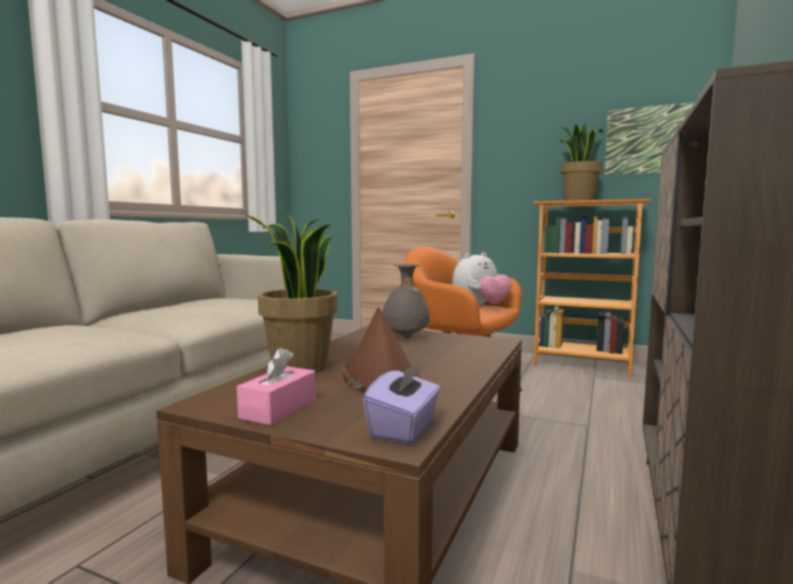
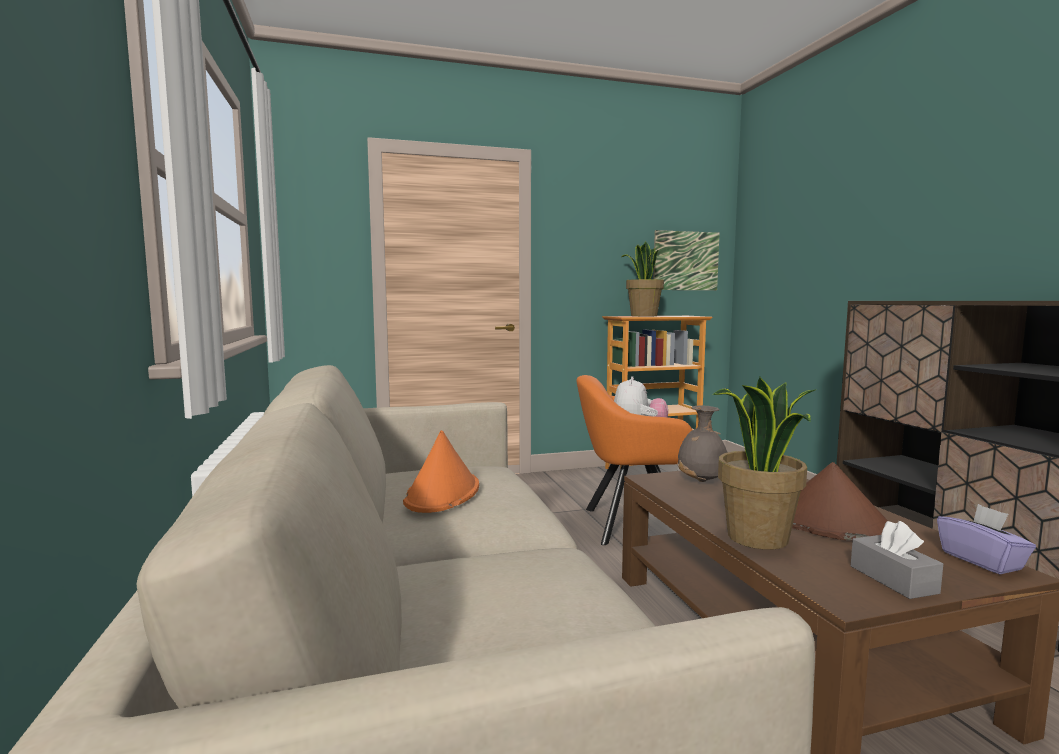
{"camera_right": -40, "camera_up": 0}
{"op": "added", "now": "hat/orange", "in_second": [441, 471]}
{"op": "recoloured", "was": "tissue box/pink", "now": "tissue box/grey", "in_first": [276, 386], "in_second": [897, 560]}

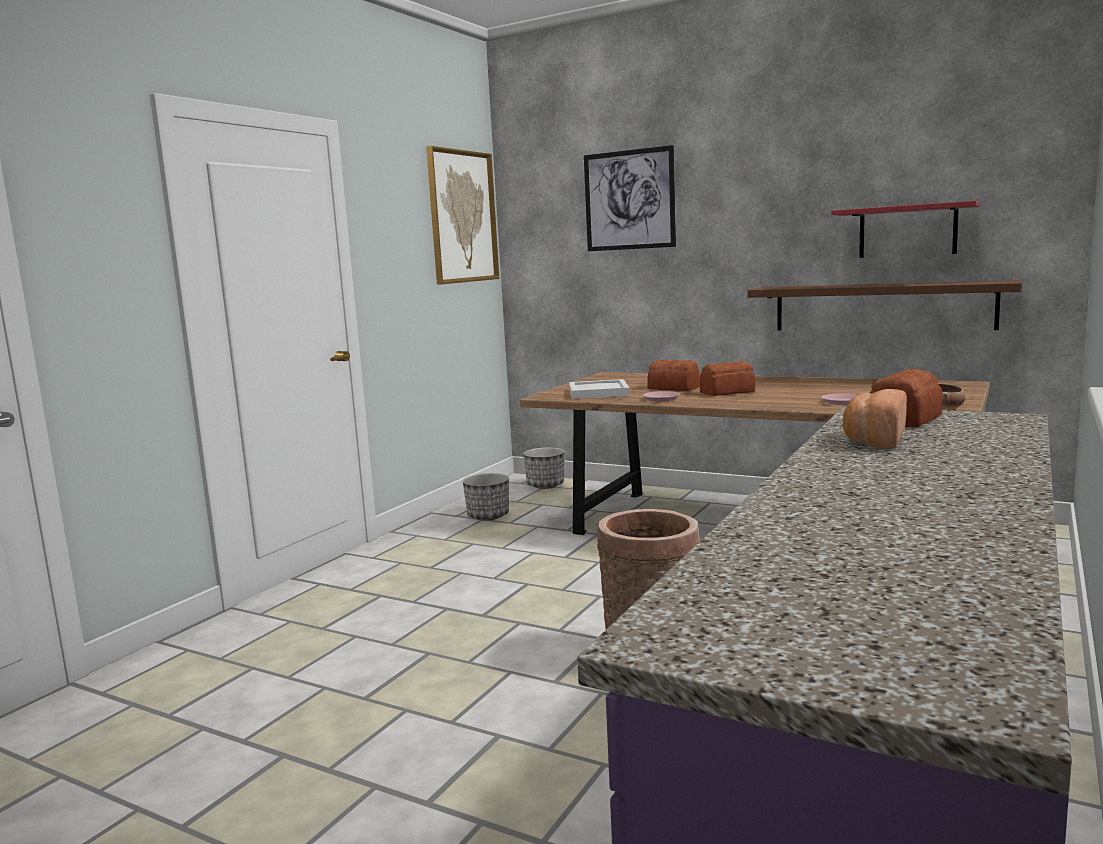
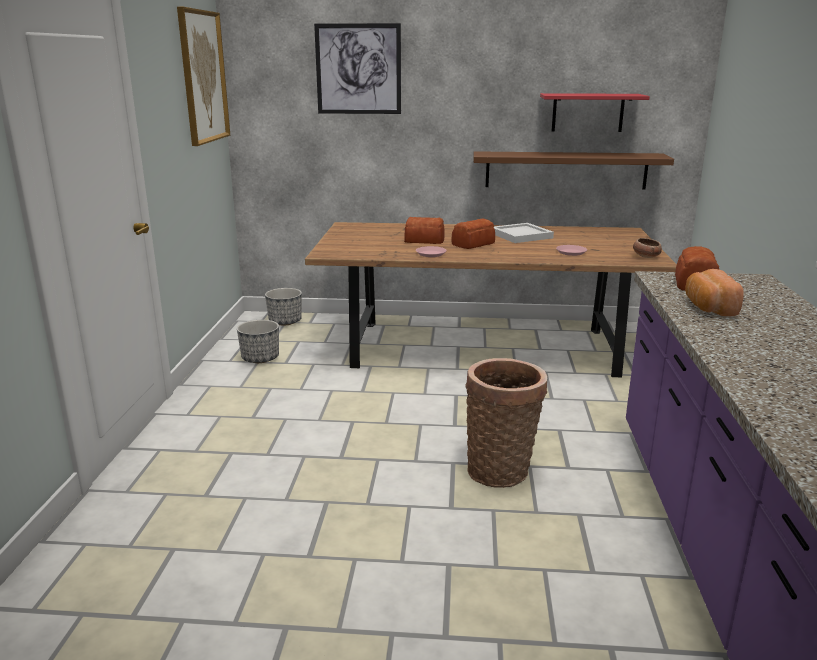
{"camera_right": -25, "camera_up": 10}
{"op": "moved", "was": "tray/white", "in_first": [599, 389], "in_second": [524, 233]}

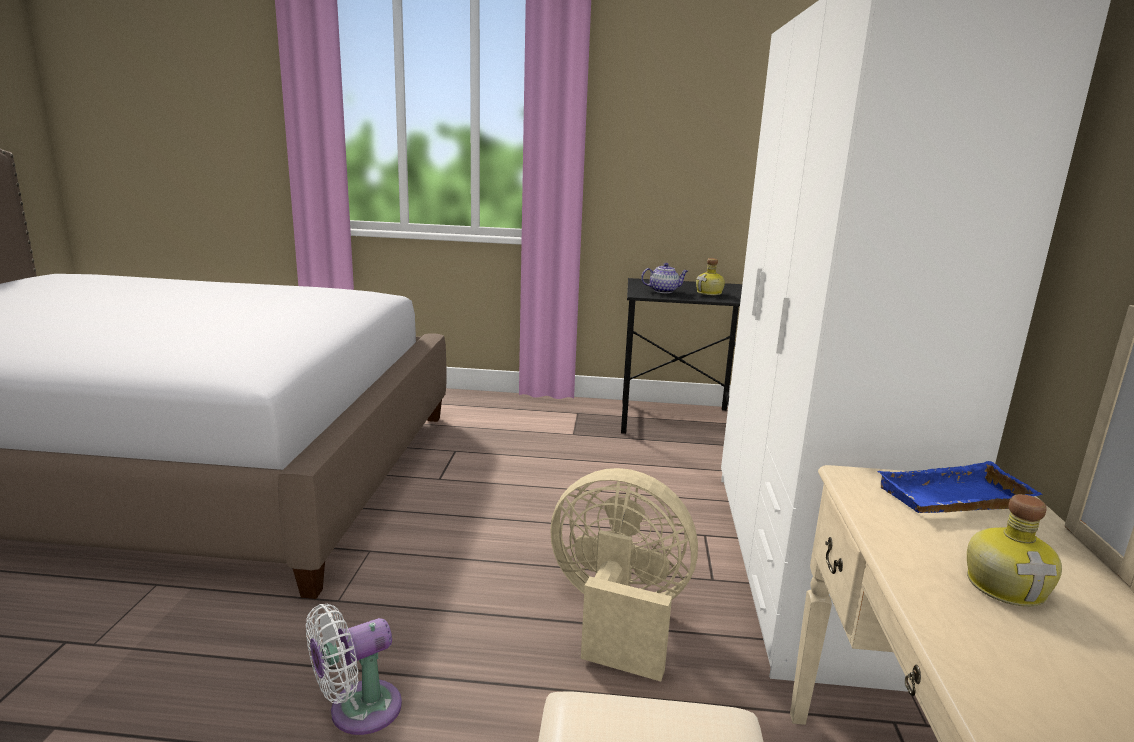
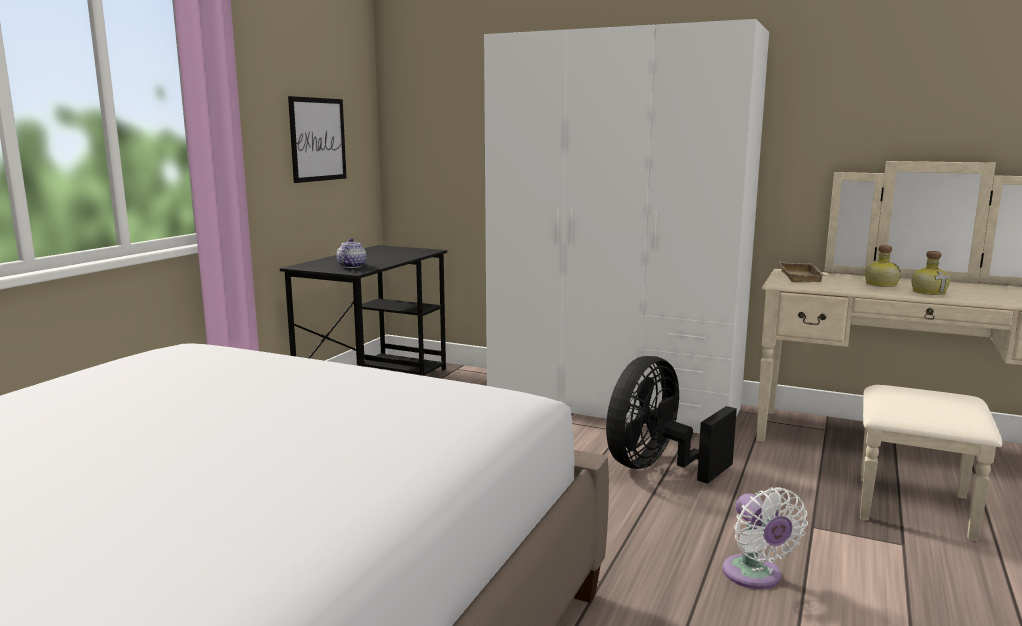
{"camera_right": -70, "camera_up": -5}
{"op": "added", "now": "picture", "in_second": [317, 139]}
{"op": "moved", "was": "bottle", "in_first": [710, 276], "in_second": [930, 273]}
{"op": "recoloured", "was": "fan/beige", "now": "fan/black", "in_first": [624, 574], "in_second": [671, 420]}
{"op": "recoloured", "was": "tray/blue", "now": "tray/beige", "in_first": [960, 487], "in_second": [803, 272]}

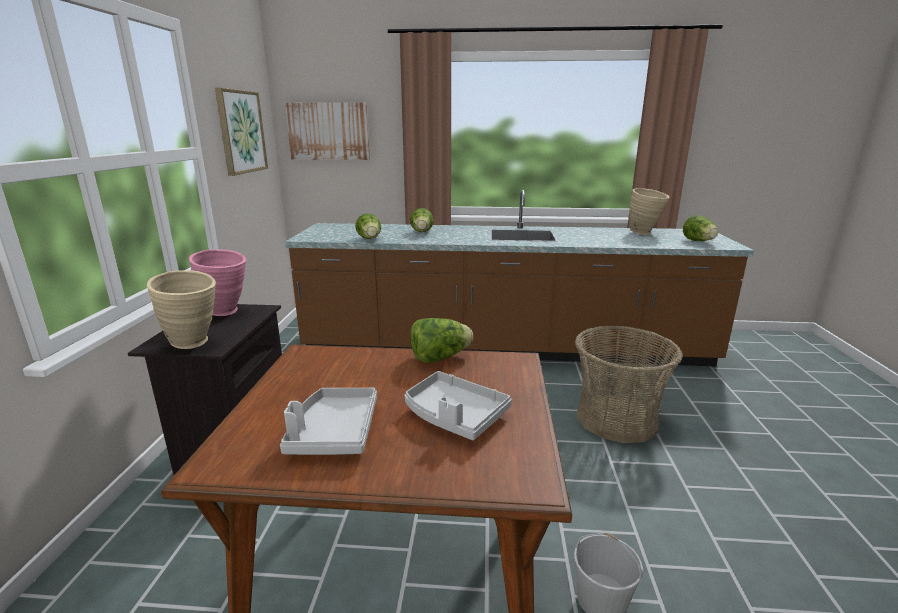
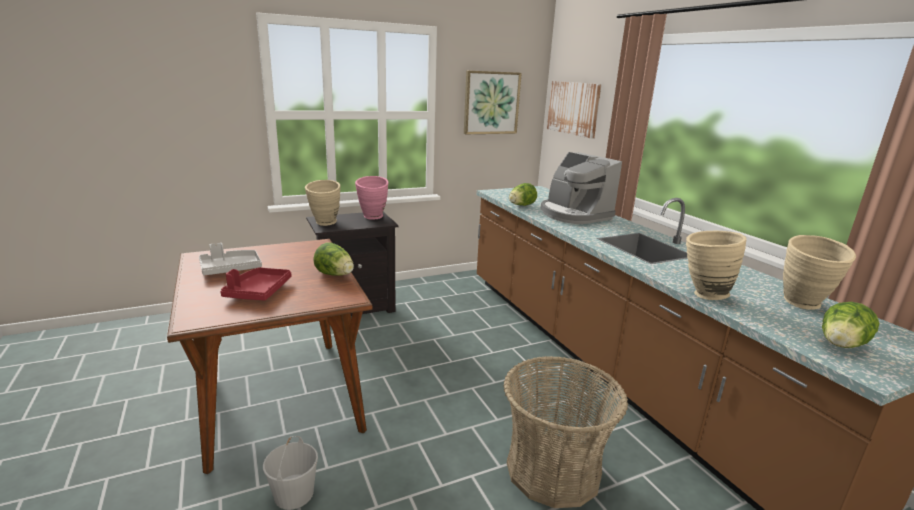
{"camera_right": 60, "camera_up": 0}
{"op": "added", "now": "vase/beige", "in_second": [716, 265]}
{"op": "replaced", "was": "lettuce", "now": "coffee machine", "in_first": [421, 220], "in_second": [581, 188]}
{"op": "recoloured", "was": "tray/grey", "now": "tray/red", "in_first": [458, 405], "in_second": [255, 284]}

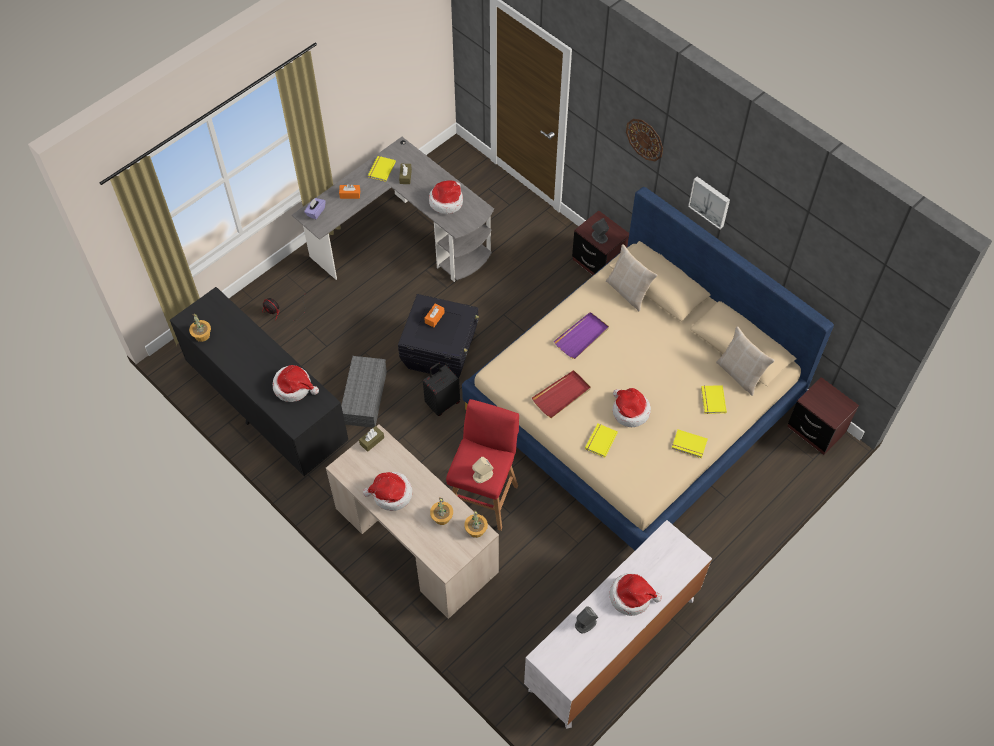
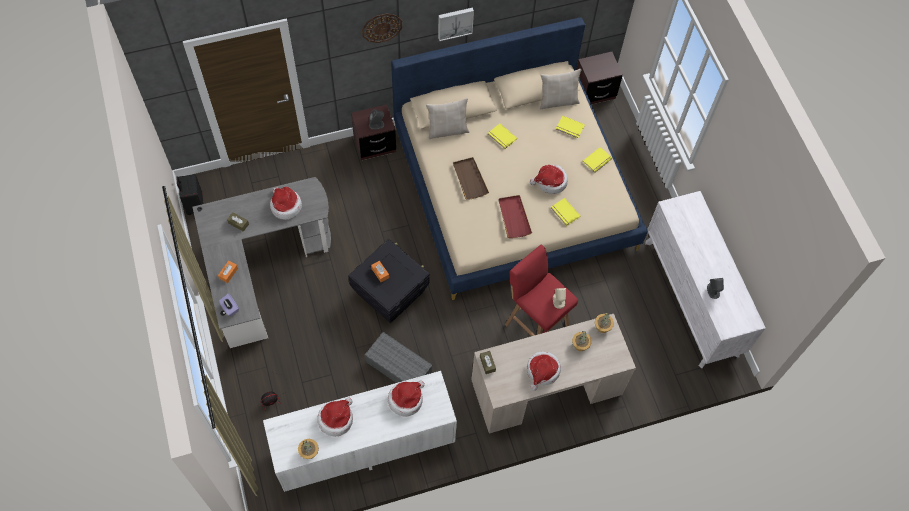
{"camera_right": -65, "camera_up": 5}
{"op": "moved", "was": "book/yellow", "in_first": [382, 169], "in_second": [502, 136]}
{"op": "moved", "was": "suitcase/black", "in_first": [441, 389], "in_second": [190, 194]}
{"op": "moved", "was": "hat", "in_first": [636, 594], "in_second": [335, 417]}
{"op": "recoloured", "was": "dresser/black", "now": "dresser/white", "in_first": [259, 381], "in_second": [360, 431]}
{"op": "recoloured", "was": "tray/purple", "now": "tray/brown", "in_first": [581, 335], "in_second": [471, 178]}

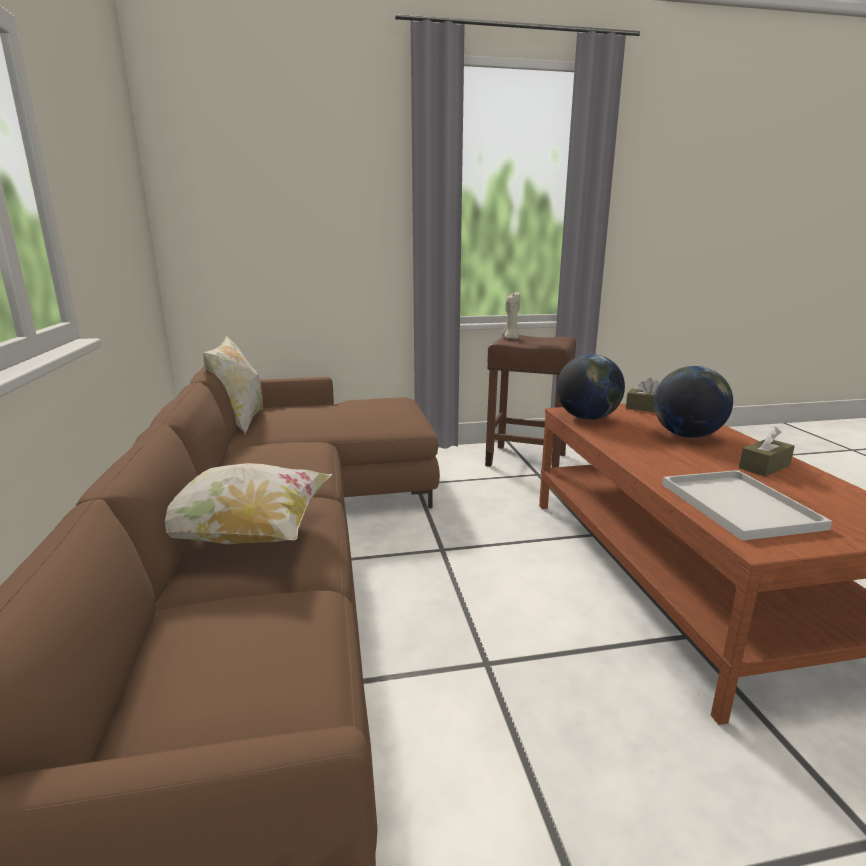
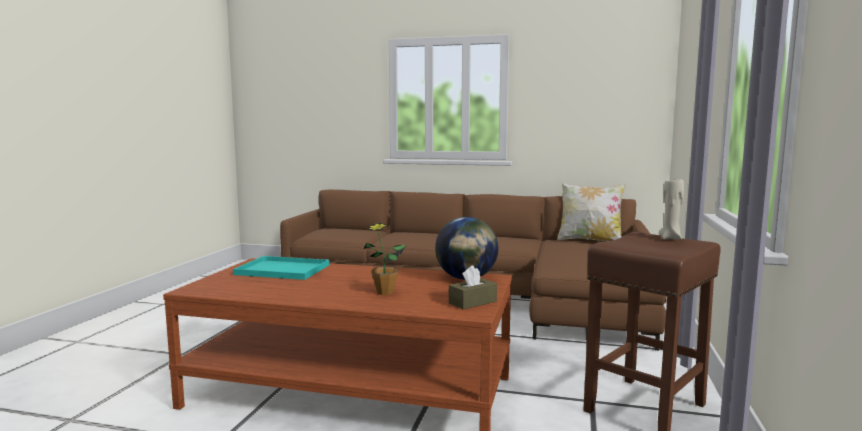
{"camera_right": 115, "camera_up": -10}
{"op": "removed", "was": "pillow", "in_first": [248, 504]}
{"op": "removed", "was": "tissue box/brown", "in_first": [767, 452]}
{"op": "replaced", "was": "globe", "now": "potted plant", "in_first": [693, 402], "in_second": [385, 259]}
{"op": "recoloured", "was": "tray/white", "now": "tray/turquoise", "in_first": [747, 505], "in_second": [281, 268]}

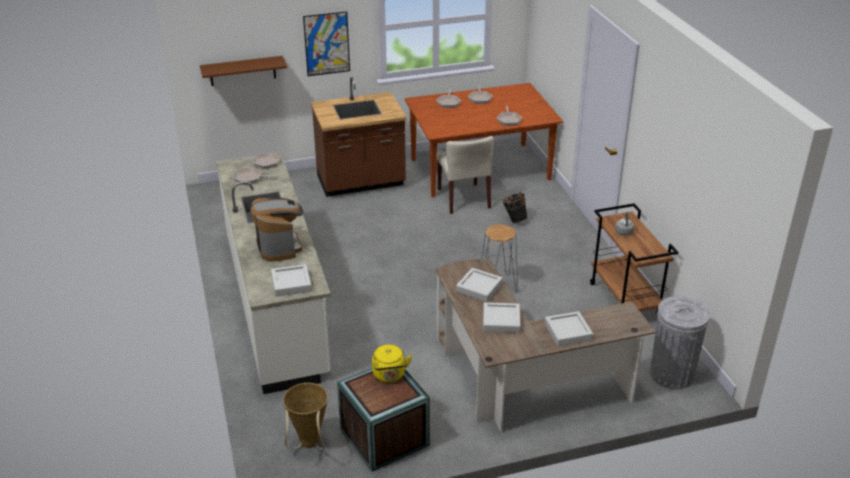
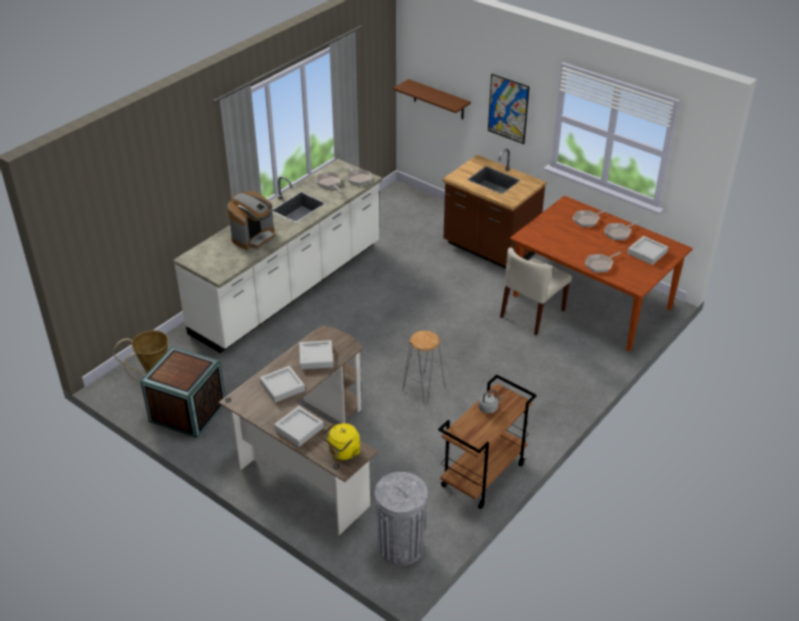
{"camera_right": 55, "camera_up": 5}
{"op": "removed", "was": "bucket/black", "in_first": [515, 207]}
{"op": "moved", "was": "tray/grey", "in_first": [291, 280], "in_second": [647, 250]}
{"op": "moved", "was": "kettle/yellow", "in_first": [392, 363], "in_second": [340, 441]}

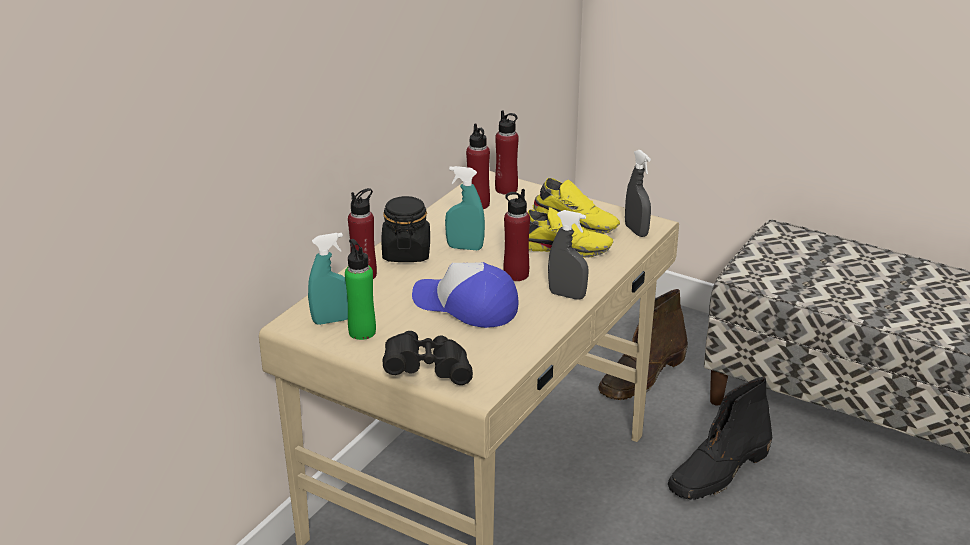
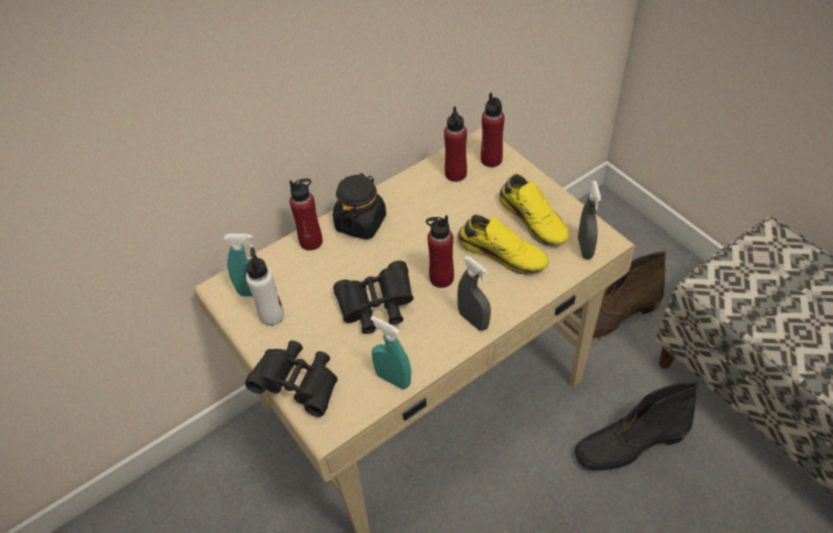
{"camera_right": 25, "camera_up": 20}
{"op": "moved", "was": "spray bottle/turquoise", "in_first": [465, 208], "in_second": [390, 352]}
{"op": "replaced", "was": "cap", "now": "binoculars/black", "in_first": [465, 295], "in_second": [373, 297]}
{"op": "recoloured", "was": "bottle/green", "now": "bottle/white", "in_first": [360, 289], "in_second": [265, 286]}

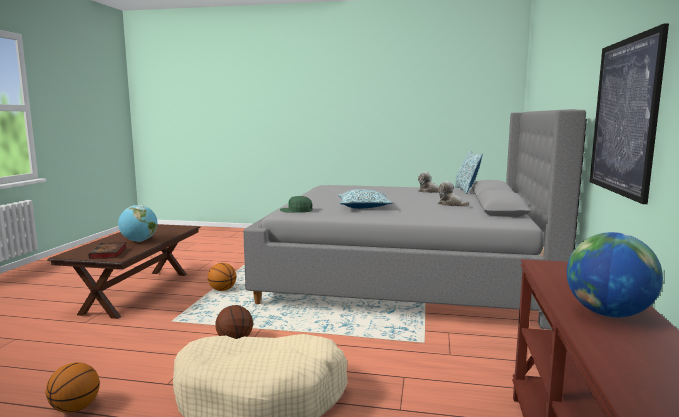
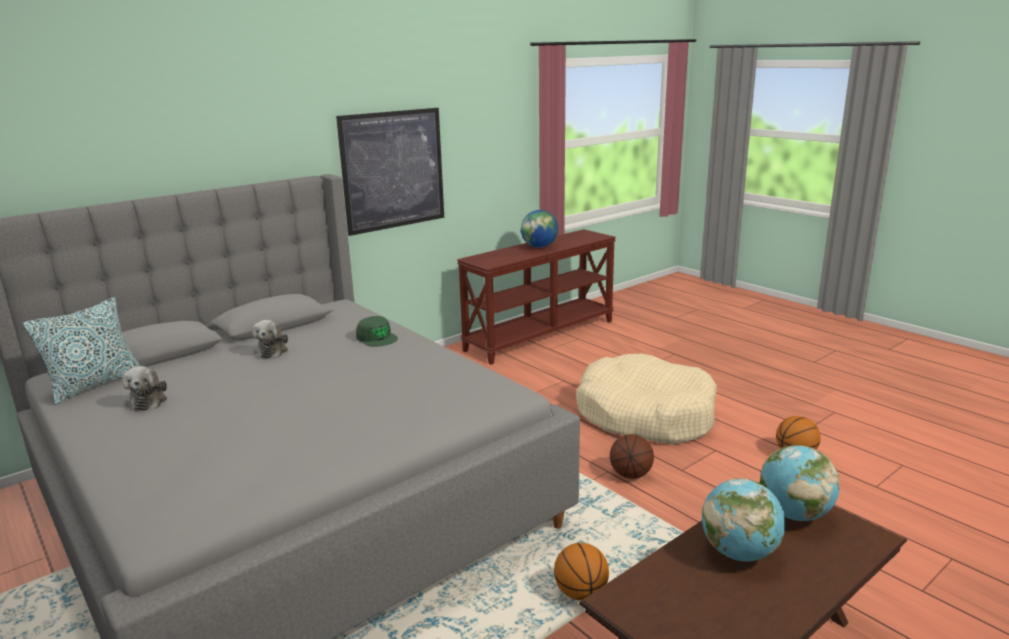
{"camera_right": -140, "camera_up": 10}
{"op": "removed", "was": "pillow", "in_first": [365, 199]}
{"op": "moved", "was": "cap/green", "in_first": [296, 204], "in_second": [377, 331]}
{"op": "replaced", "was": "book", "now": "globe", "in_first": [108, 250], "in_second": [800, 483]}

